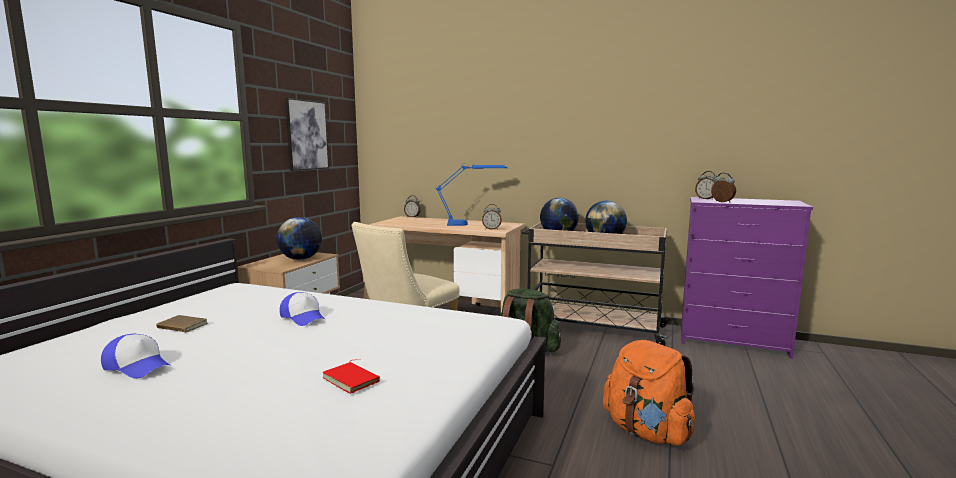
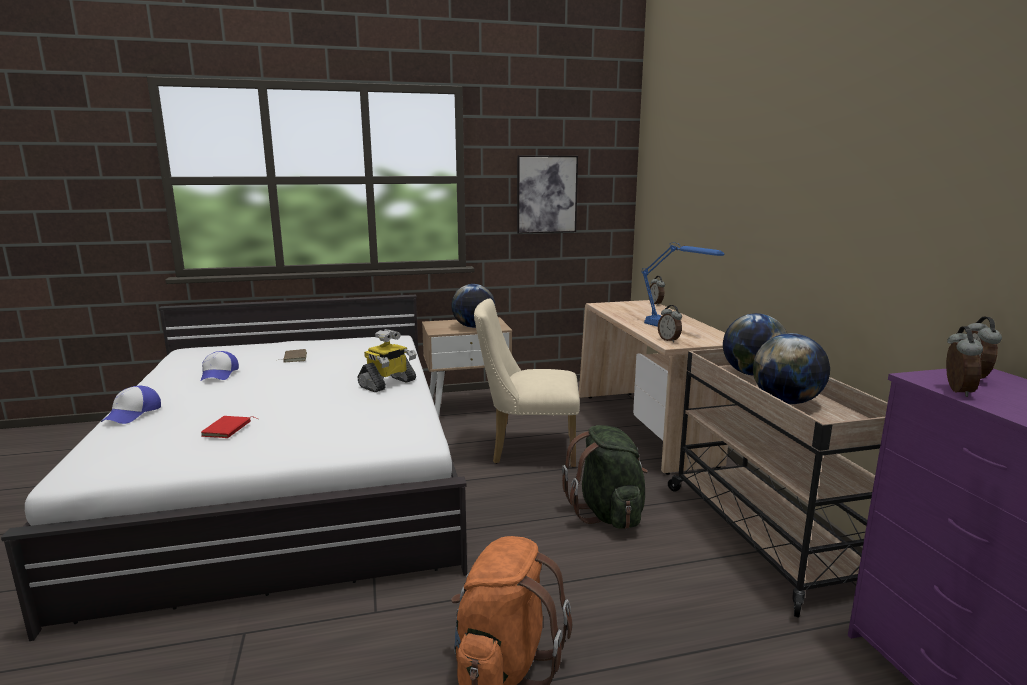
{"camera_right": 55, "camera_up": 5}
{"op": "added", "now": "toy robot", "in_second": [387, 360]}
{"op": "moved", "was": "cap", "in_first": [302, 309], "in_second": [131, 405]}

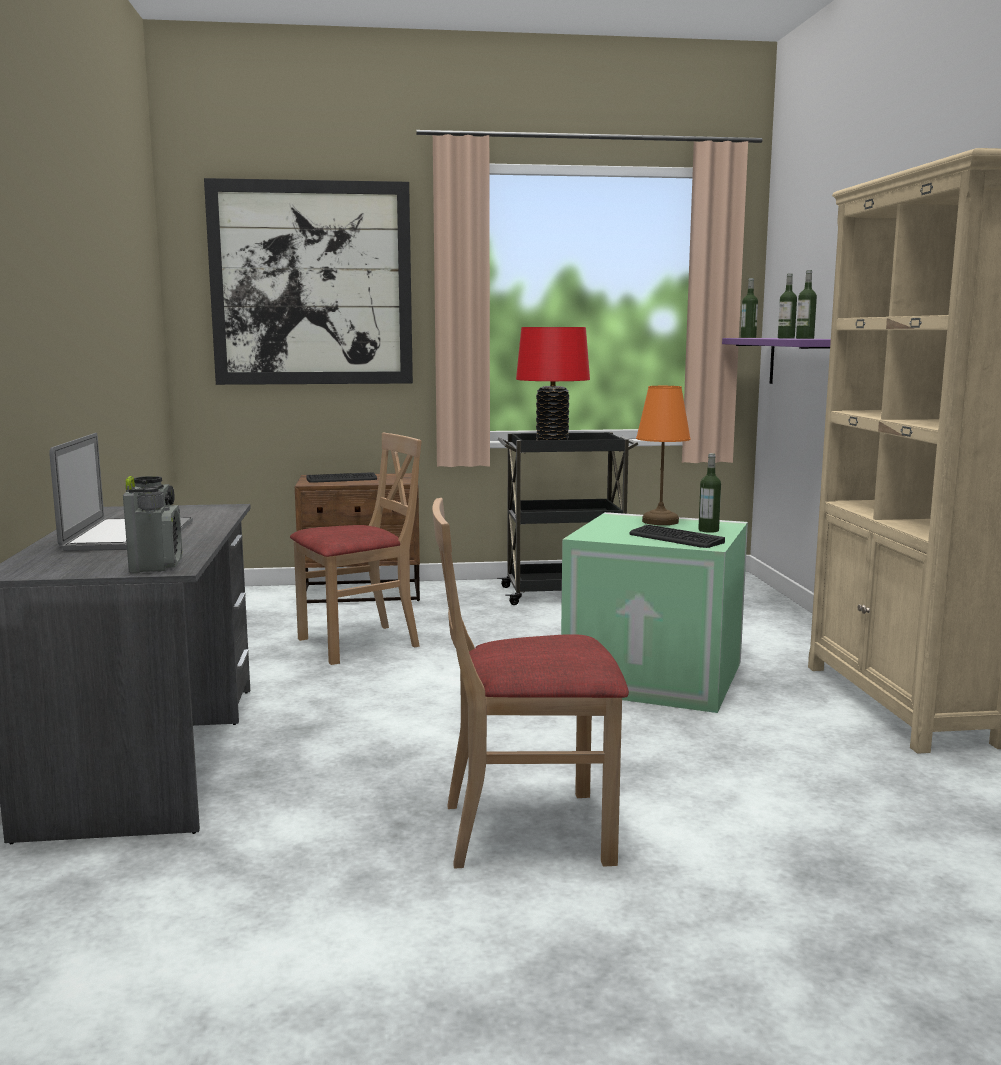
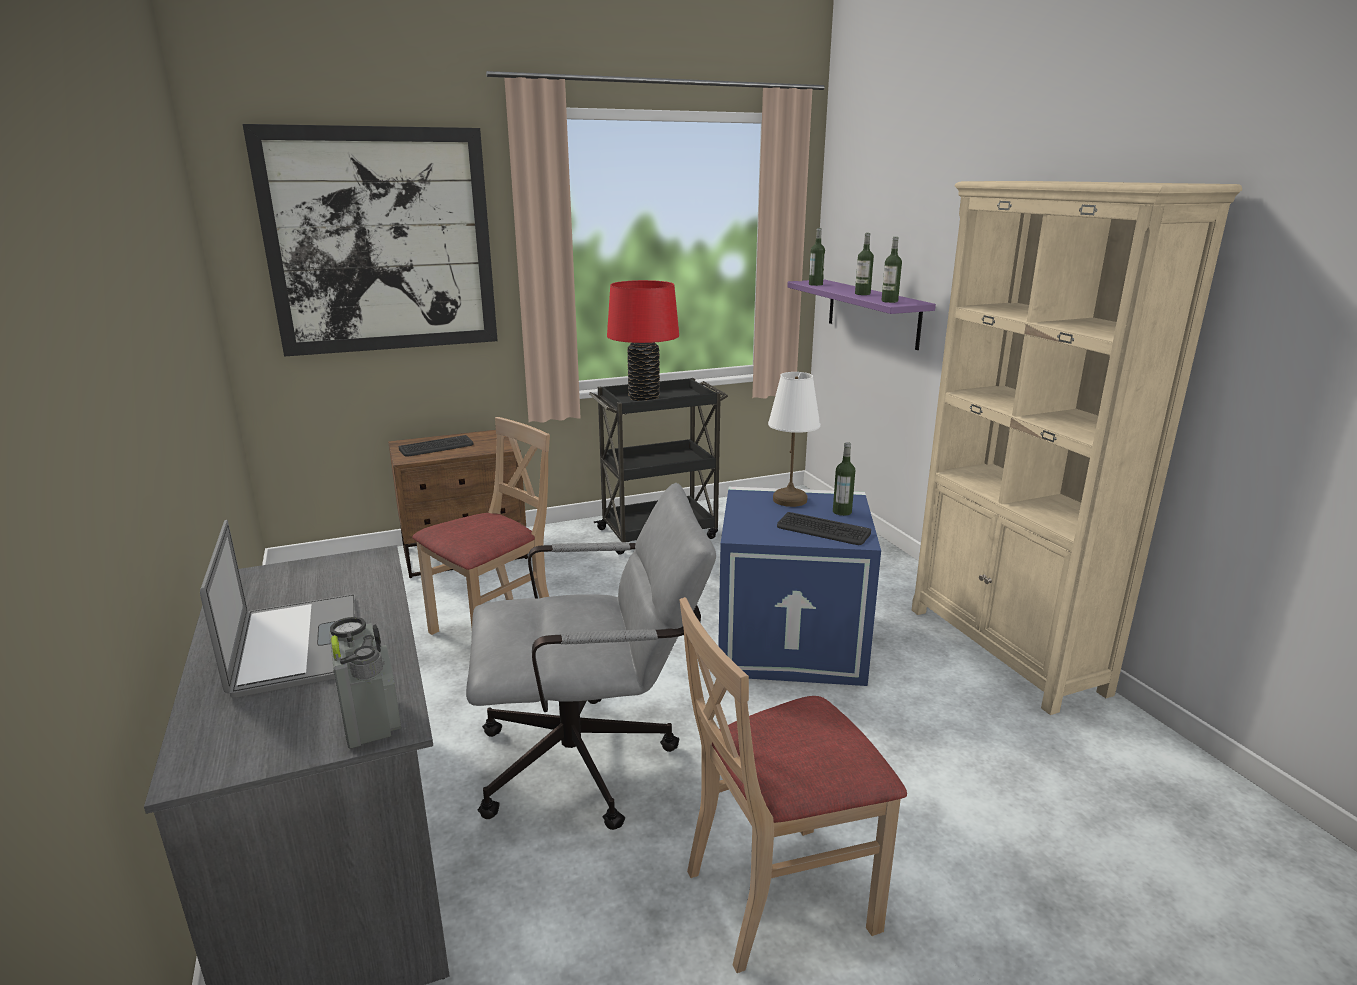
{"camera_right": -15, "camera_up": 10}
{"op": "added", "now": "office chair/grey", "in_second": [591, 656]}
{"op": "recoloured", "was": "storage box/green", "now": "storage box/blue", "in_first": [654, 612], "in_second": [799, 586]}
{"op": "recoloured", "was": "table lamp/orange", "now": "table lamp/white", "in_first": [663, 455], "in_second": [794, 439]}

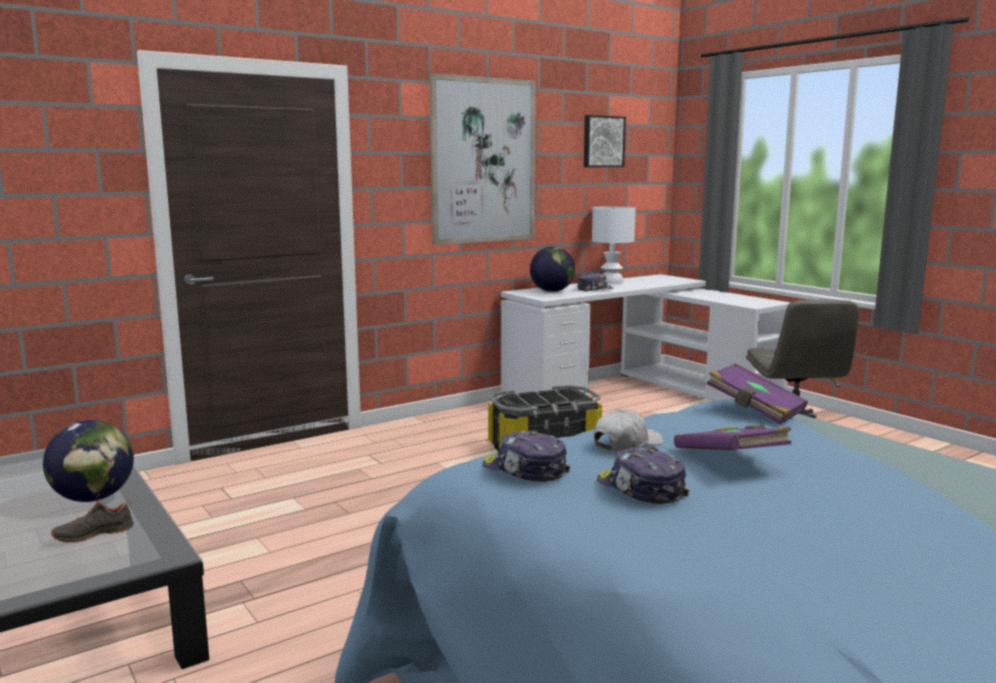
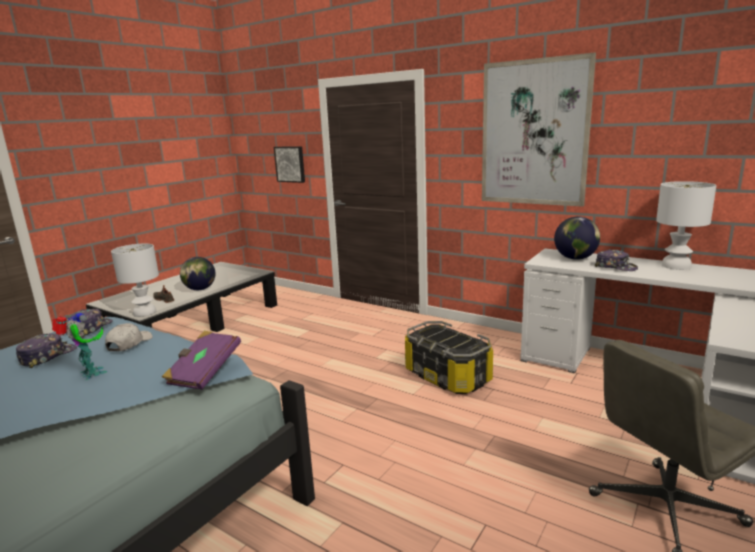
{"camera_right": 70, "camera_up": 5}
{"op": "added", "now": "table lamp/white", "in_second": [135, 280]}
{"op": "moved", "was": "picture", "in_first": [605, 141], "in_second": [289, 164]}
{"op": "replaced", "was": "book/purple", "now": "toy robot", "in_first": [732, 437], "in_second": [79, 345]}
{"op": "turned", "was": "cap/white", "in_first": [628, 430], "in_second": [129, 337], "clockwise": -105}

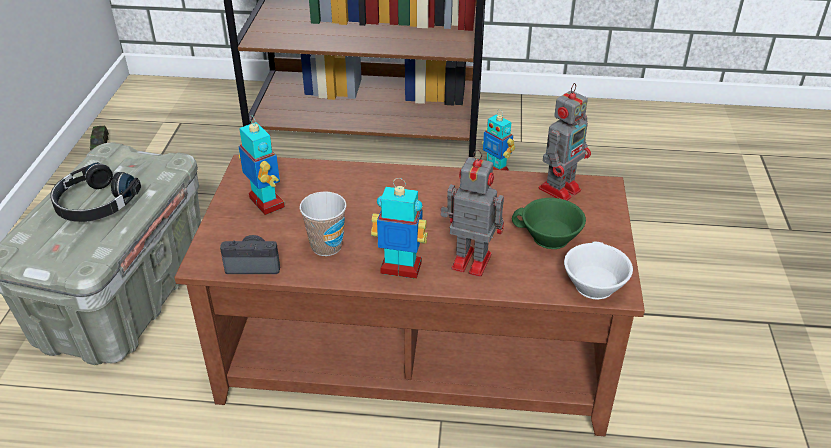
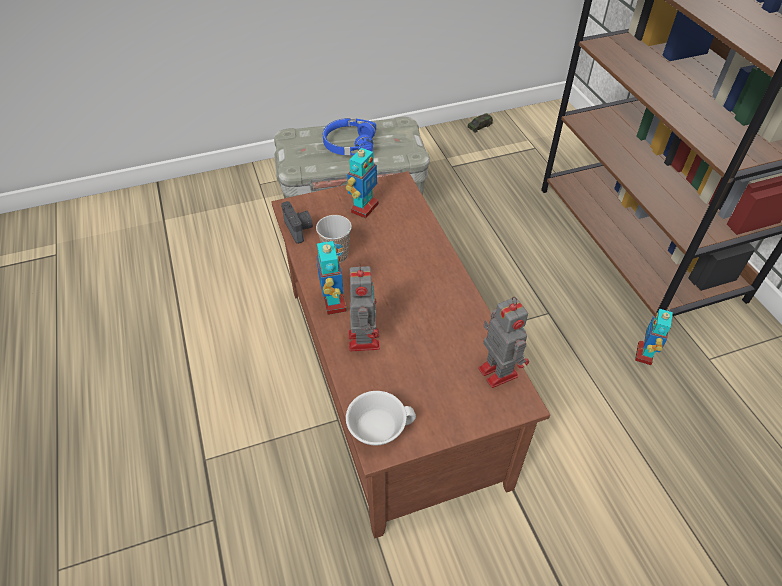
{"camera_right": 65, "camera_up": 10}
{"op": "removed", "was": "cup/green", "in_first": [549, 223]}
{"op": "recoloured", "was": "headphones/black", "now": "headphones/blue", "in_first": [95, 192], "in_second": [349, 136]}
{"op": "turned", "was": "toy robot", "in_first": [564, 142], "in_second": [503, 342], "clockwise": -135}

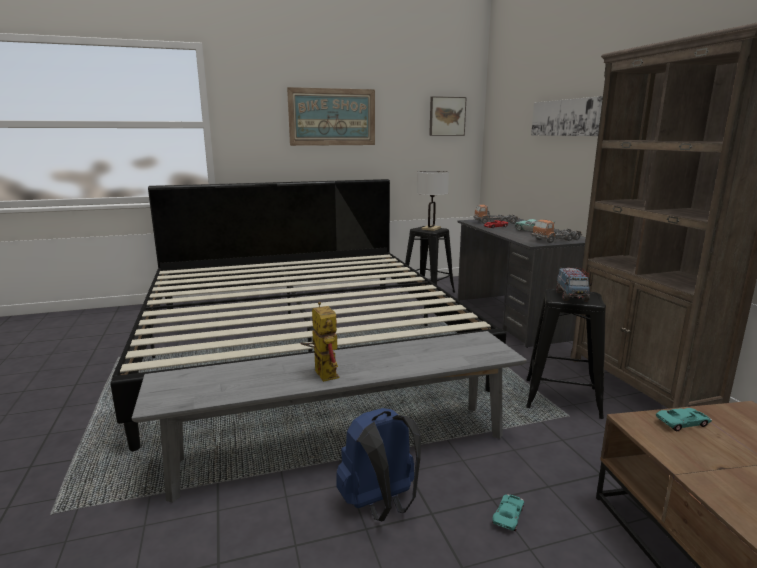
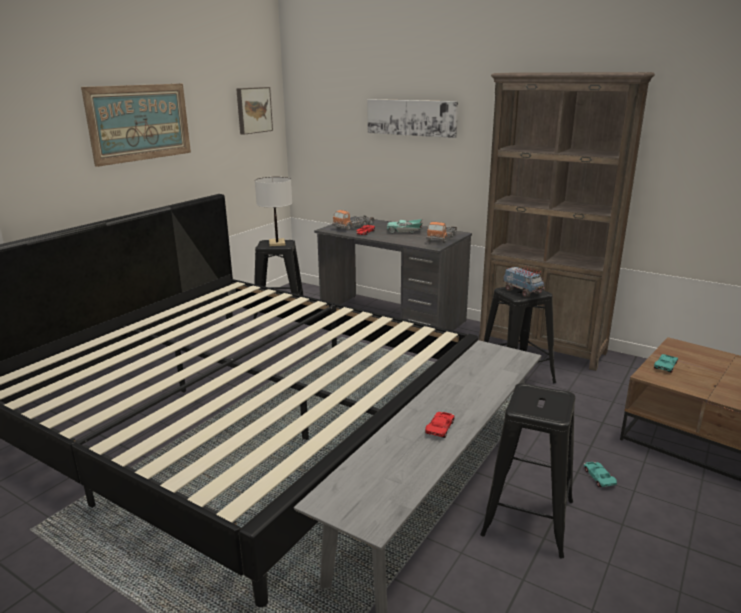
{"camera_right": -40, "camera_up": 5}
{"op": "replaced", "was": "toy robot", "now": "toy car/red", "in_first": [320, 342], "in_second": [440, 425]}
{"op": "replaced", "was": "backpack/blue", "now": "stool/black", "in_first": [378, 464], "in_second": [527, 471]}

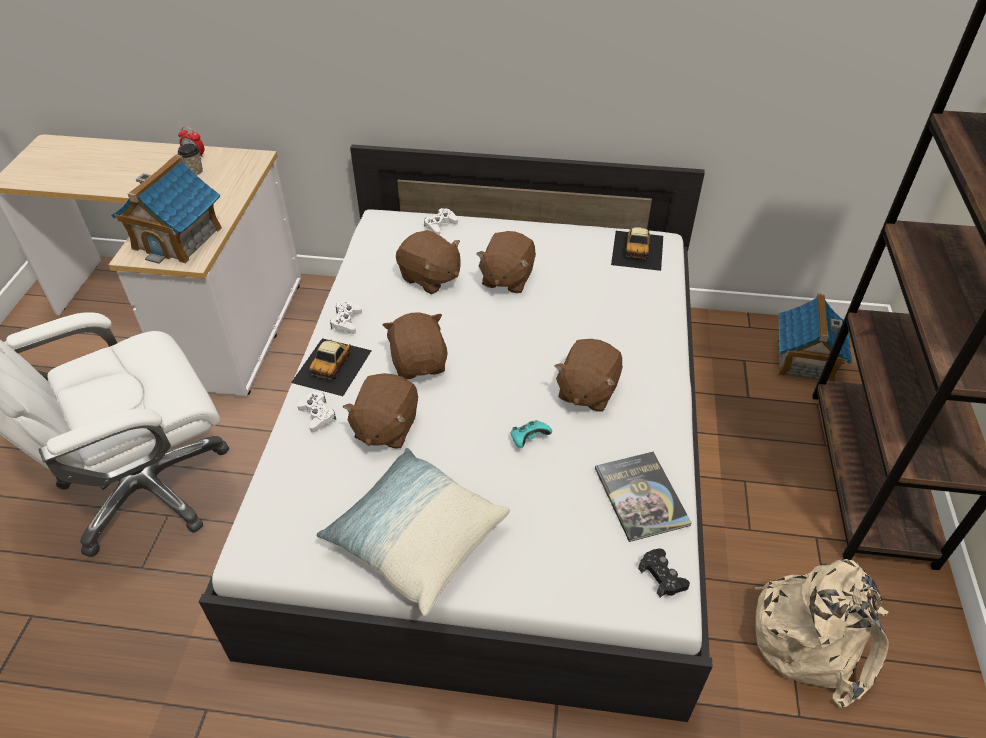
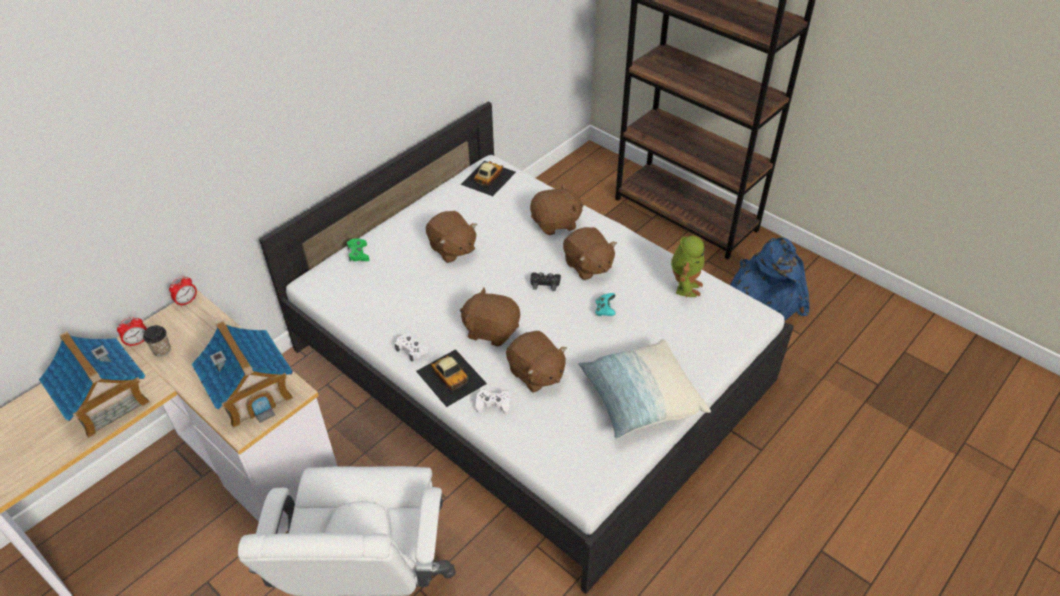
{"camera_right": -55, "camera_up": 0}
{"op": "added", "now": "alarm clock", "in_second": [183, 291]}
{"op": "moved", "was": "plush toy/brown", "in_first": [428, 262], "in_second": [557, 209]}
{"op": "moved", "was": "game controller/black", "in_first": [664, 573], "in_second": [545, 281]}
{"op": "moved", "was": "toy house", "in_first": [814, 337], "in_second": [94, 385]}
{"op": "replaced", "was": "book", "now": "toy robot", "in_first": [643, 497], "in_second": [688, 267]}
{"op": "recoloured", "was": "game controller/white", "now": "game controller/green", "in_first": [441, 221], "in_second": [358, 250]}
{"op": "recoloured", "was": "backpack/beige", "now": "backpack/blue", "in_first": [822, 633], "in_second": [770, 279]}
{"op": "turned", "was": "toy car", "in_first": [637, 249], "in_second": [488, 178], "clockwise": -105}

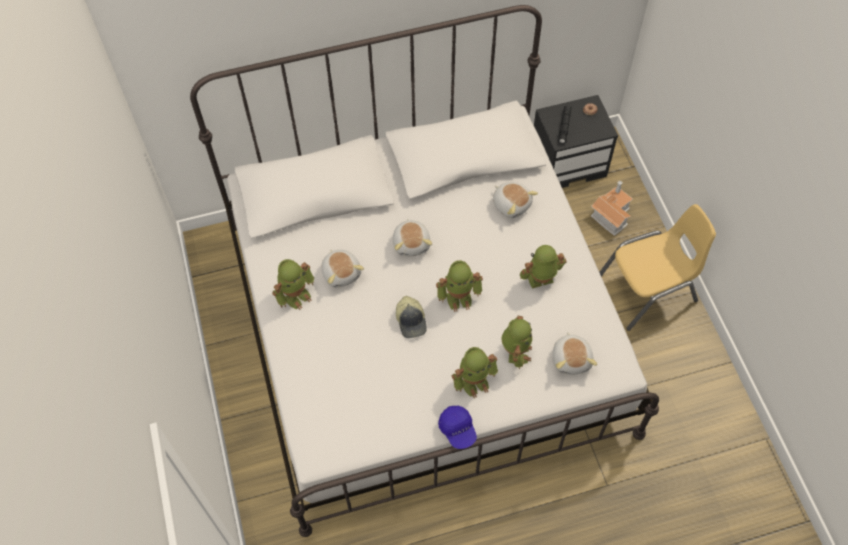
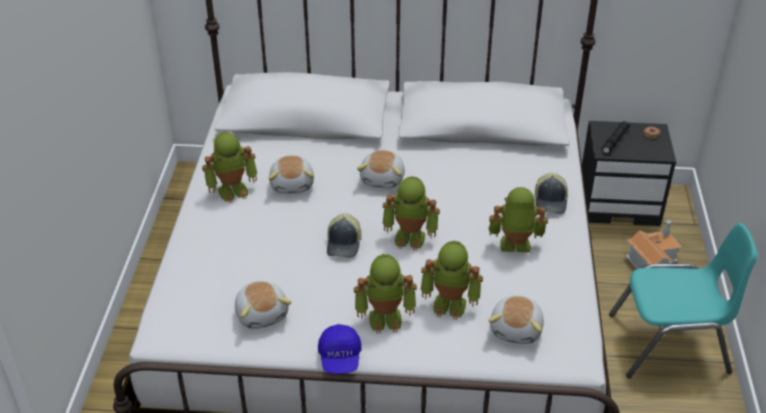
{"camera_right": 20, "camera_up": -20}
{"op": "added", "now": "cap", "in_second": [551, 193]}
{"op": "moved", "was": "plush toy", "in_first": [515, 200], "in_second": [263, 305]}
{"op": "recoloured", "was": "chair/yellow", "now": "chair/turquoise", "in_first": [658, 267], "in_second": [683, 300]}
{"op": "turned", "was": "toy robot", "in_first": [517, 342], "in_second": [452, 280], "clockwise": 75}

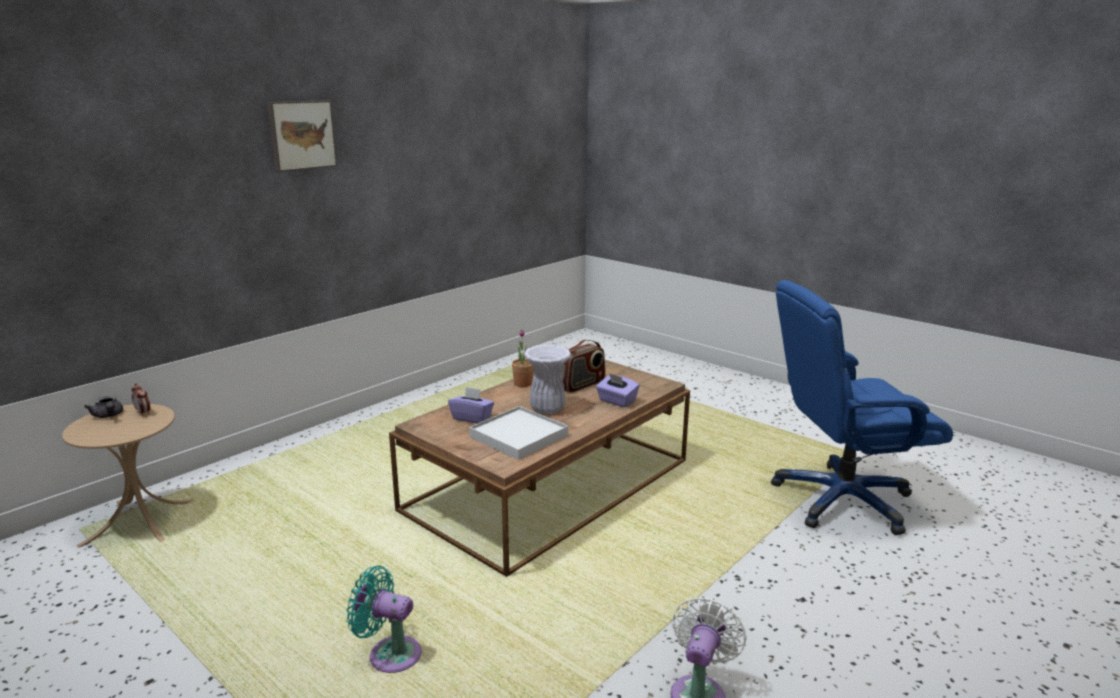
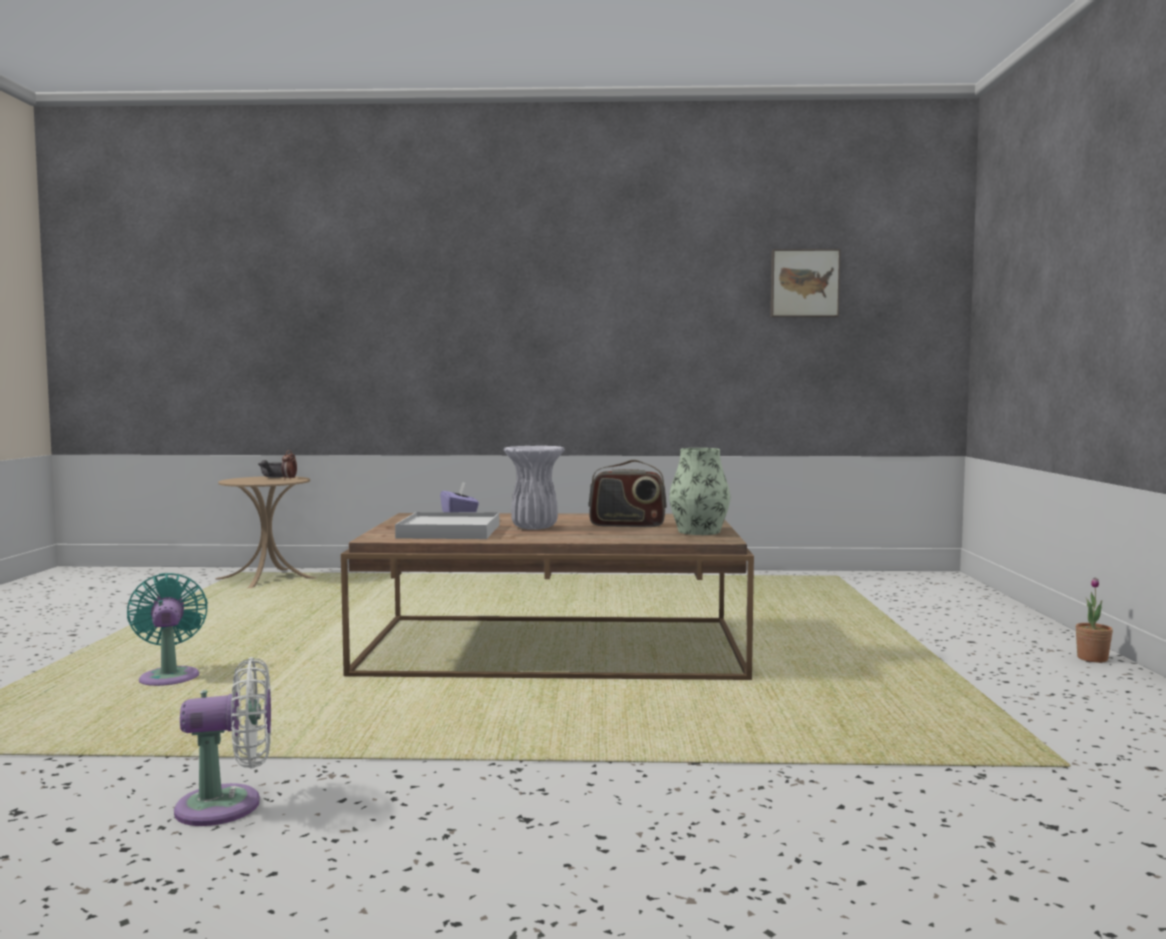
{"camera_right": 50, "camera_up": -15}
{"op": "removed", "was": "tissue box/purple", "in_first": [618, 390]}
{"op": "removed", "was": "office chair/blue", "in_first": [862, 407]}
{"op": "added", "now": "vase", "in_second": [699, 491]}
{"op": "moved", "was": "picture", "in_first": [302, 135], "in_second": [806, 283]}
{"op": "moved", "was": "potted plant", "in_first": [523, 358], "in_second": [1094, 620]}

